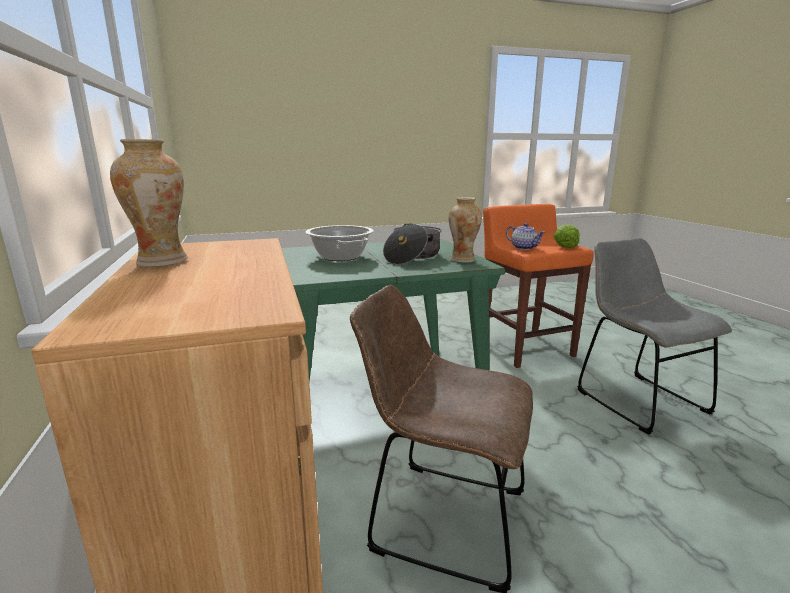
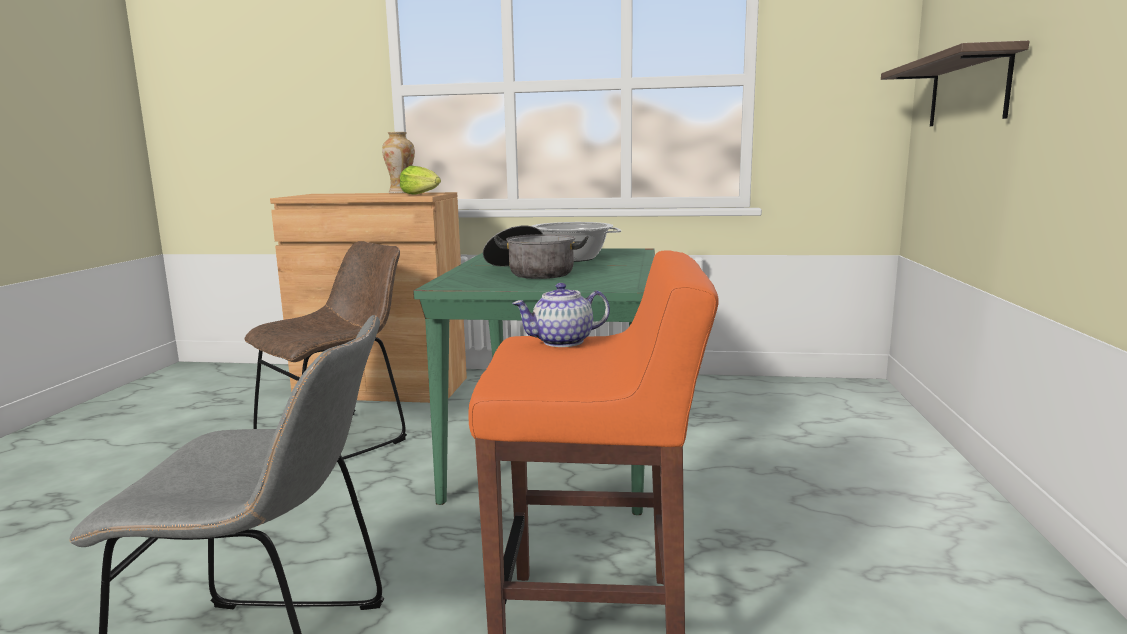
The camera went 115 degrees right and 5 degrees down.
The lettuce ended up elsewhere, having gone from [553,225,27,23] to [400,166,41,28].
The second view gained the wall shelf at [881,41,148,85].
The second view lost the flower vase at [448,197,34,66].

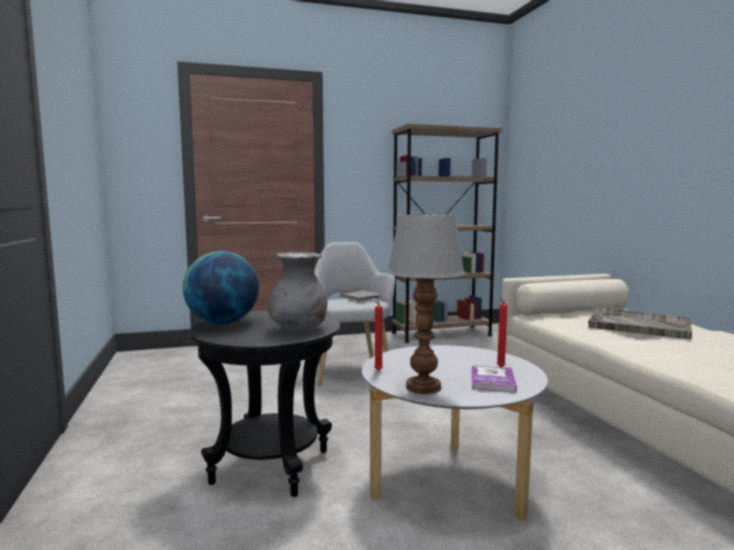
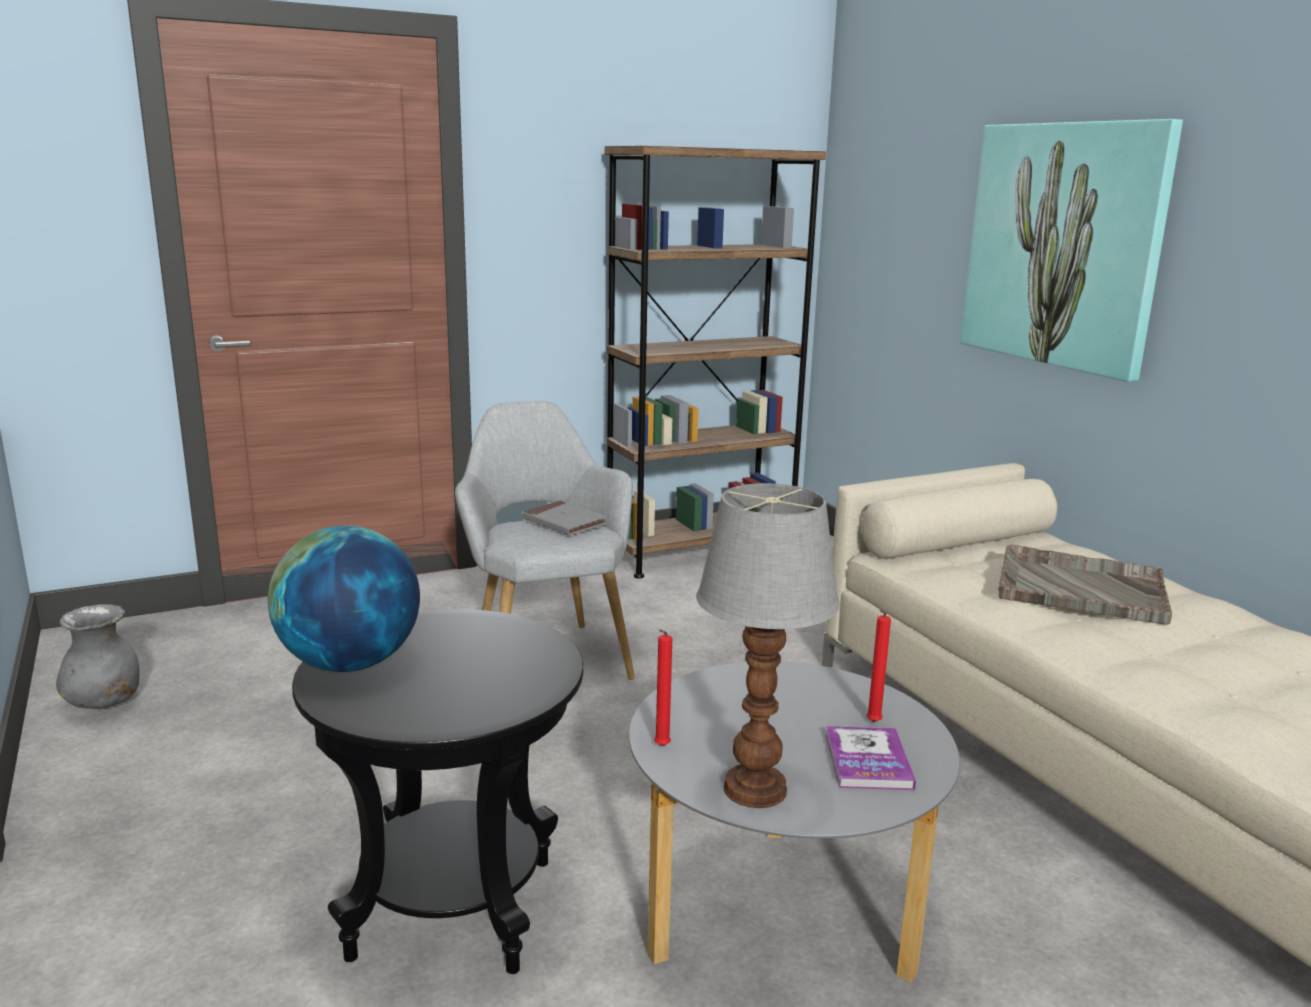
The camera went 10 degrees left and 10 degrees up.
The greyish flower vase ended up elsewhere, having gone from [268,252,59,78] to [56,604,84,105].
The second view gained the wall art at [960,119,223,263].

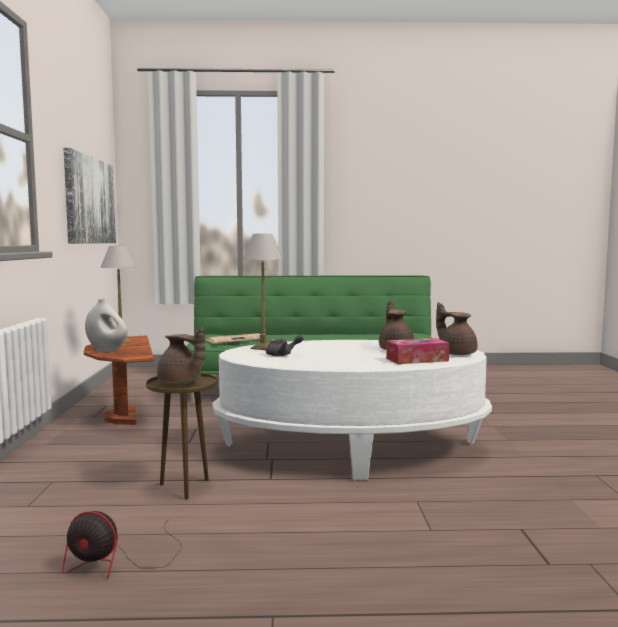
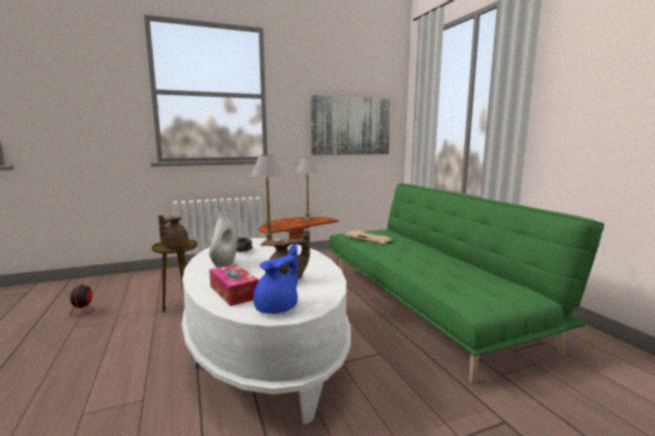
The camera went 70 degrees right and 5 degrees up.
The whitish flower vase ended up elsewhere, having gone from [85,299,43,53] to [209,212,28,56].
What was the brown pot for tea at [436,302,41,53] turned into the blue pot for tea at [253,244,45,70].

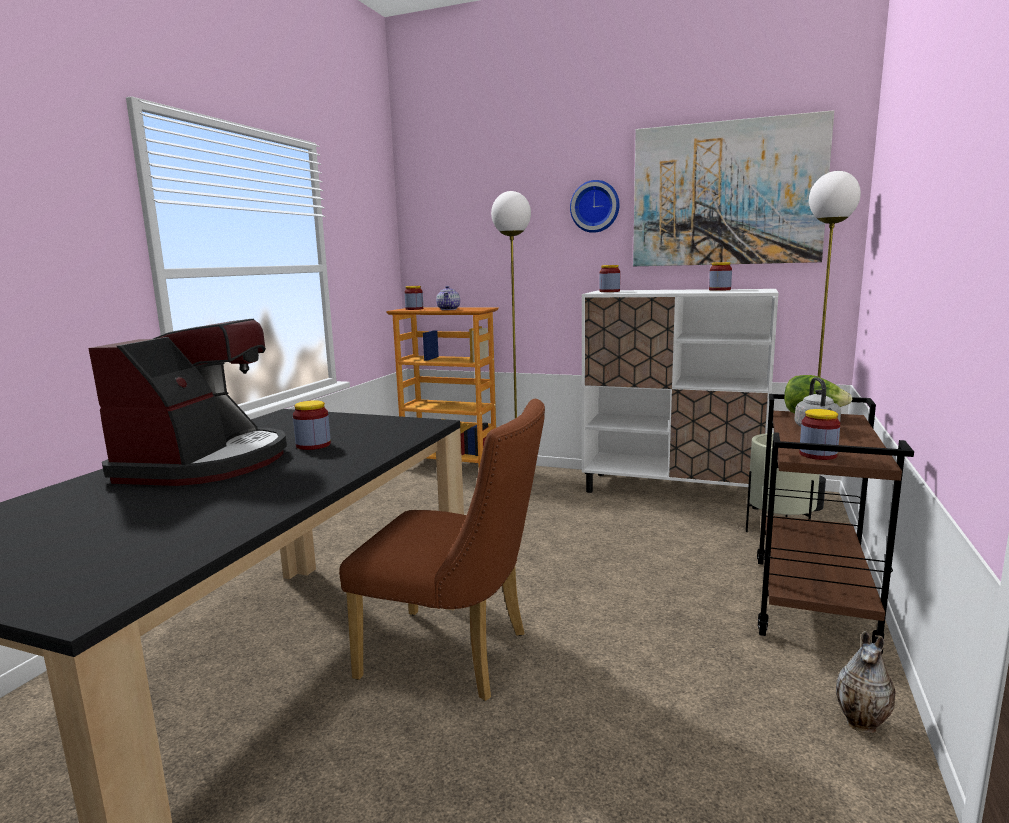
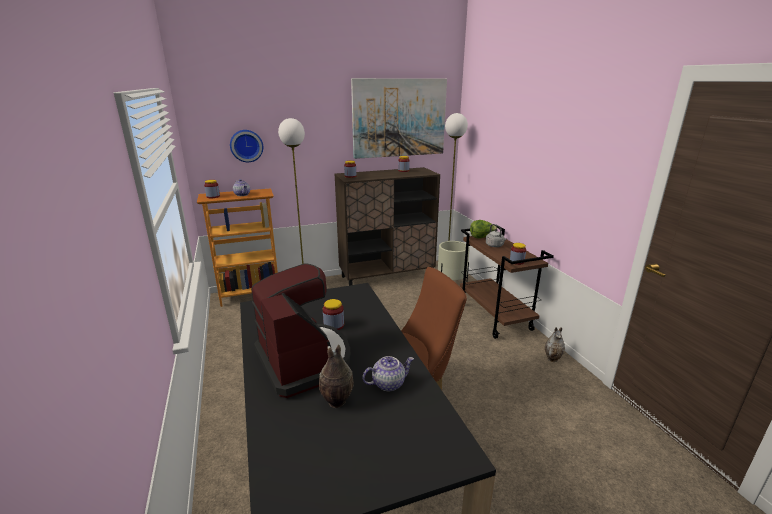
The camera went 40 degrees left and 10 degrees up.
The clock on the wall ended up elsewhere, having gone from [570,180,49,53] to [230,130,33,32].
The second view gained the flower vase at [319,344,35,64].
What was the whitish cabinet at [582,289,197,221] turned into the brown cabinet at [334,167,106,119].
The second view gained the pot for tea at [362,356,52,35].

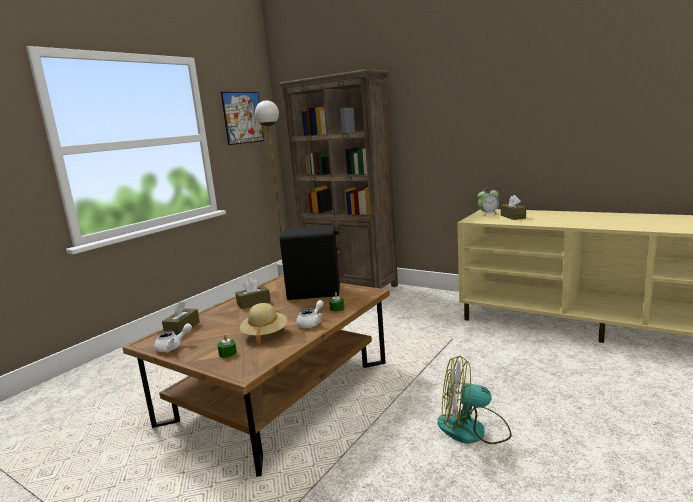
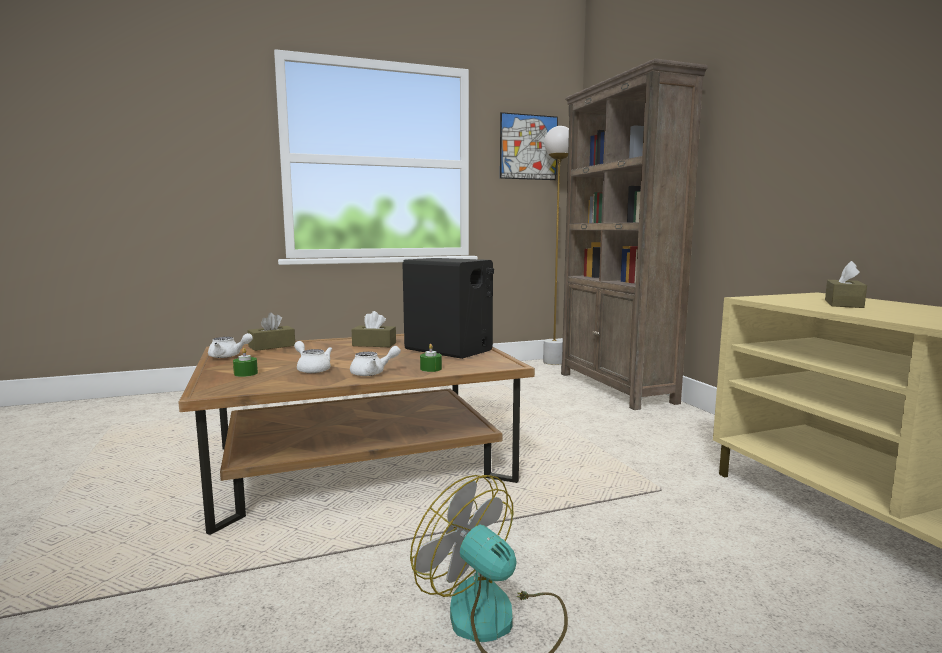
The camera went 35 degrees right and 5 degrees down.
Where the beige wearable hat stood at [240,303,47,42], the whitish pot for tea came to stand at [294,341,38,32].
The second view lost the bedside clock at [478,187,21,29].

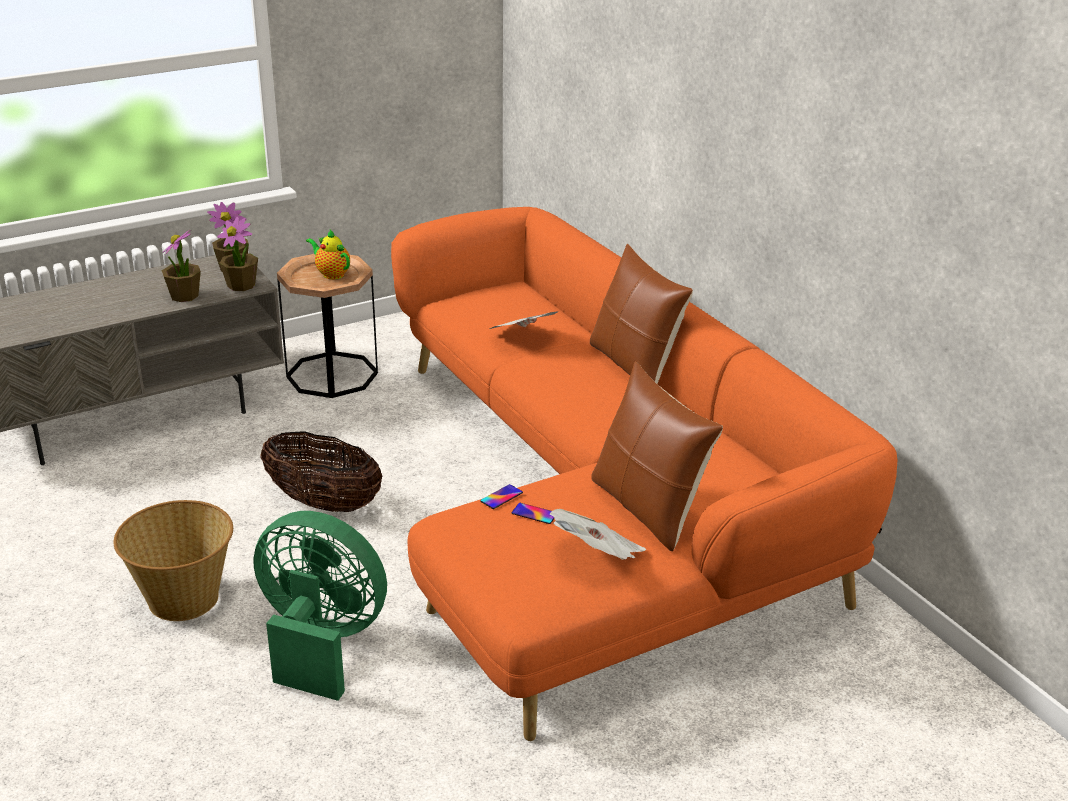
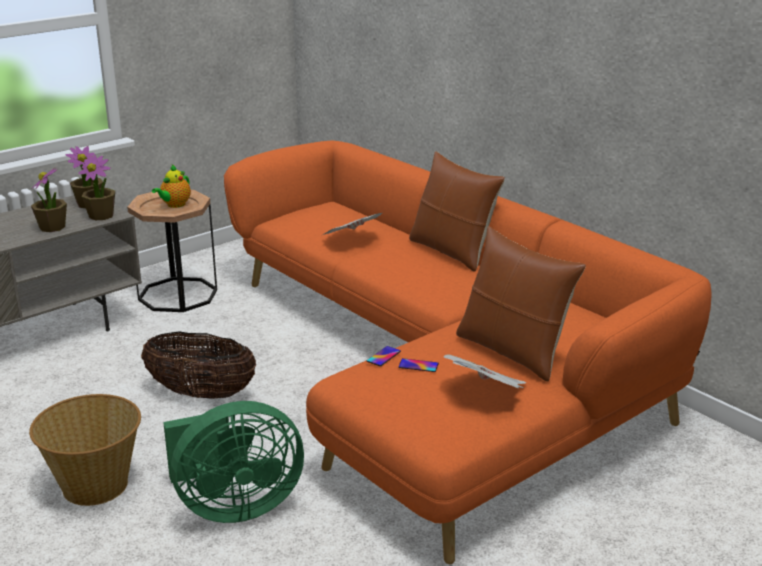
The camera went 10 degrees left and 5 degrees down.
The pot for tea at [306,230,44,50] ended up facing another way, 90 degrees counterclockwise from before.
The greenish electric fan at [253,511,134,190] ended up facing another way, 150 degrees clockwise from before.

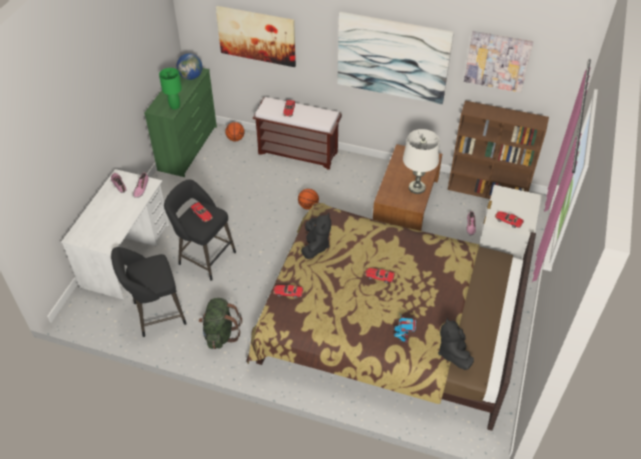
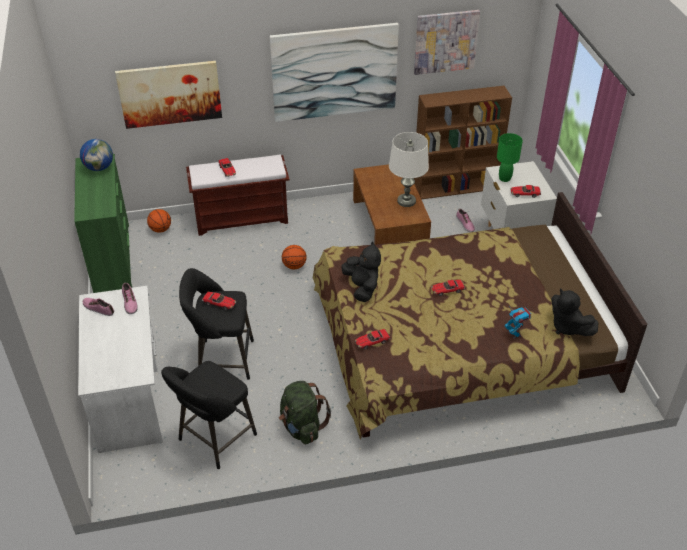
The camera went 30 degrees left and 5 degrees down.
The greenish tabletop lamp ended up elsewhere, having gone from [159,68,23,42] to [497,133,26,49].

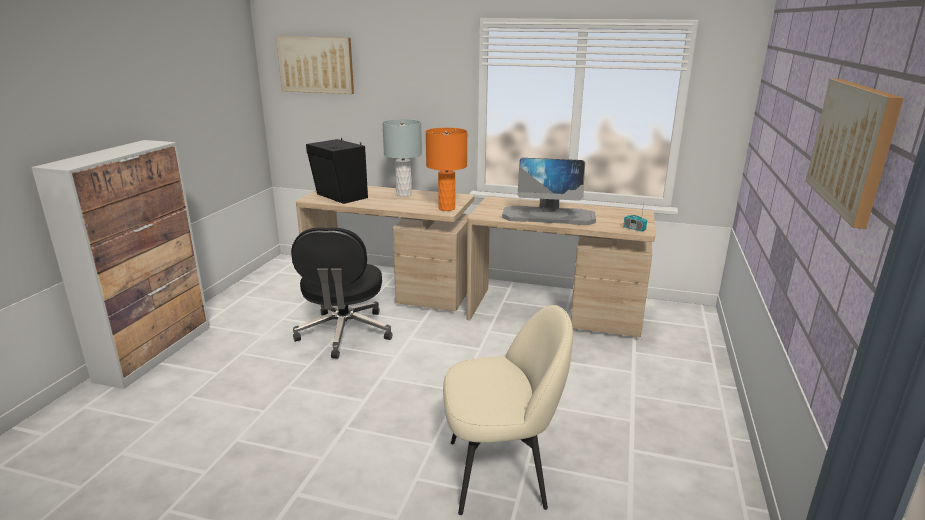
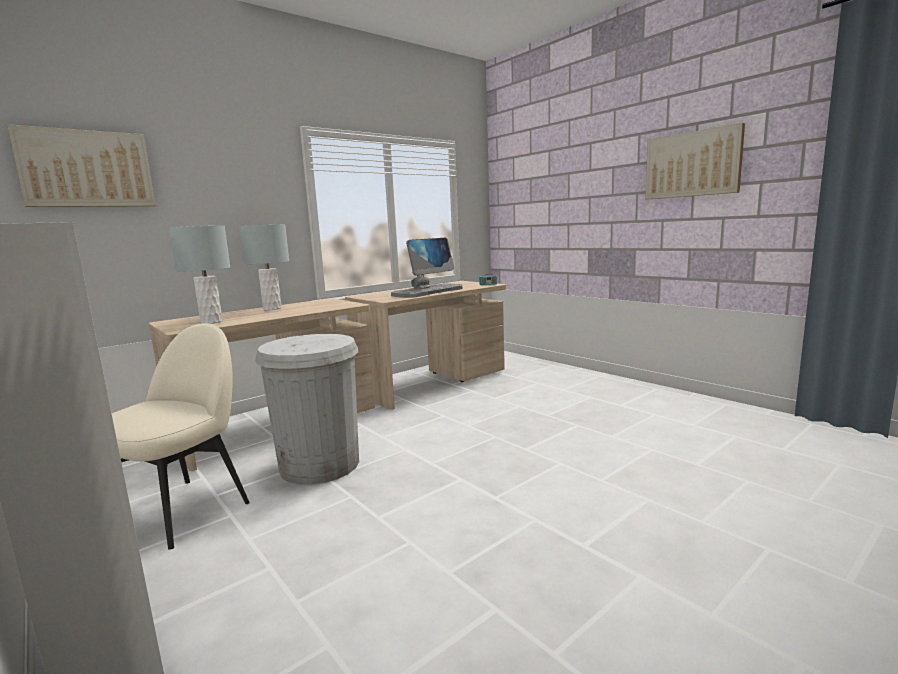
The camera went 55 degrees left and 10 degrees down.
The beige chair ended up elsewhere, having gone from [443,305,130,210] to [112,323,138,227].
Where the blackish audio speaker stood at [306,138,62,66], the greyish tabletop lamp came to stand at [169,226,61,98].
Where the blackish office chair stood at [291,227,101,132], the whitish waste bin came to stand at [255,334,104,151].
The second view lost the orange tabletop lamp at [426,128,41,83].

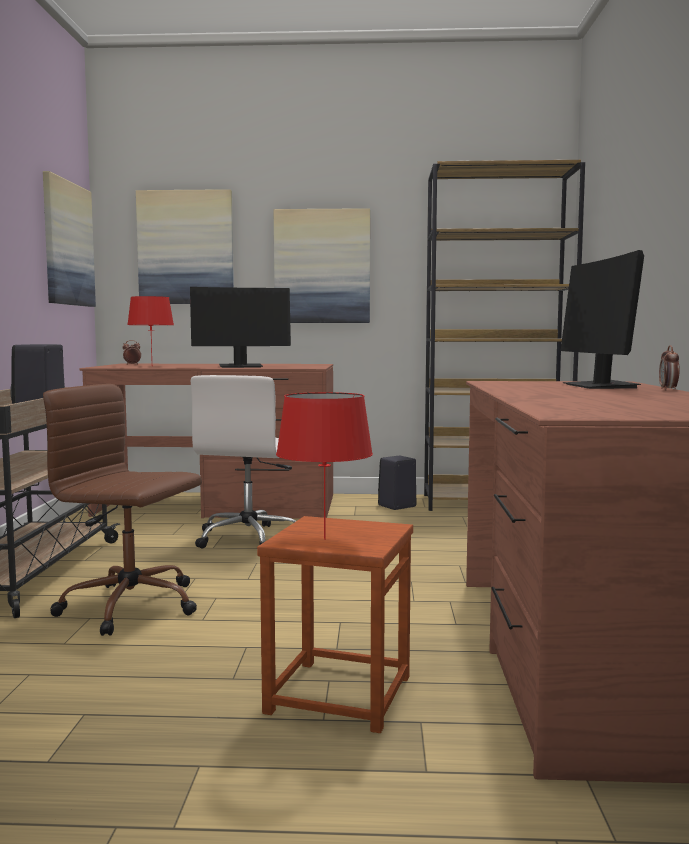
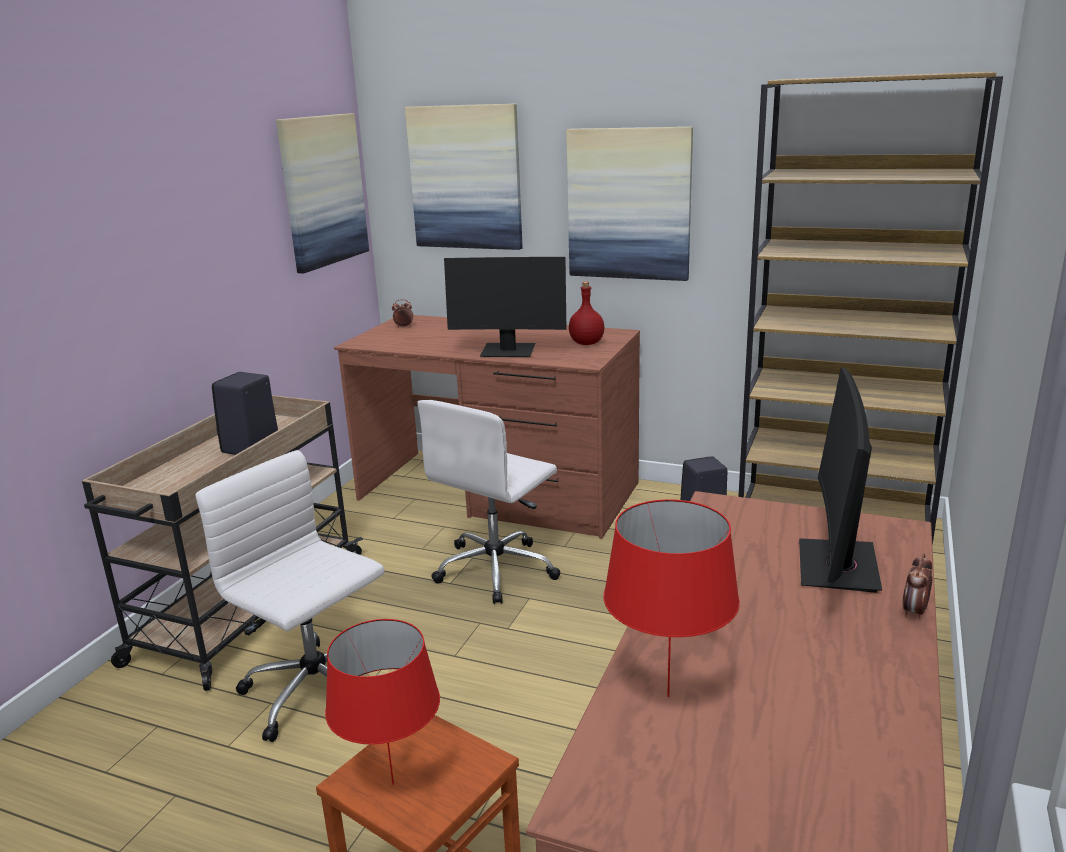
The camera went 20 degrees right and 15 degrees up.
What was the brown office chair at [43,384,159,252] turned into the whitish office chair at [196,450,189,292].
The second view gained the red-coloured drink bottle at [569,282,36,63].
The red-coloured tabletop lamp ended up elsewhere, having gone from [127,296,47,61] to [603,499,137,198].

